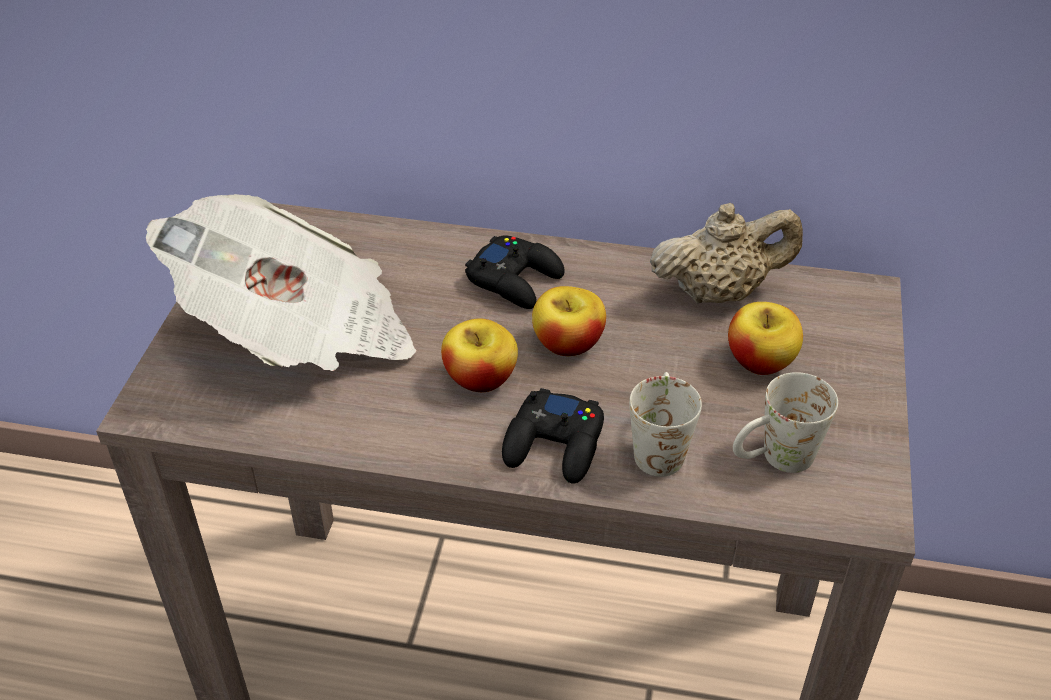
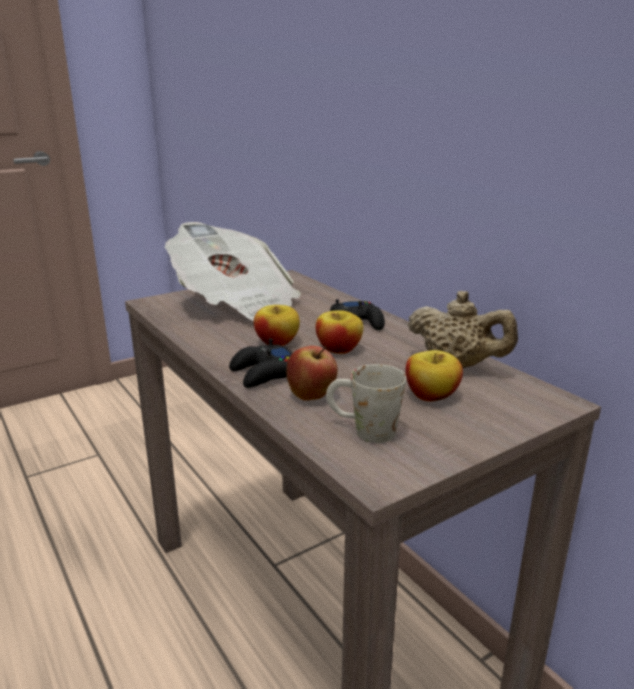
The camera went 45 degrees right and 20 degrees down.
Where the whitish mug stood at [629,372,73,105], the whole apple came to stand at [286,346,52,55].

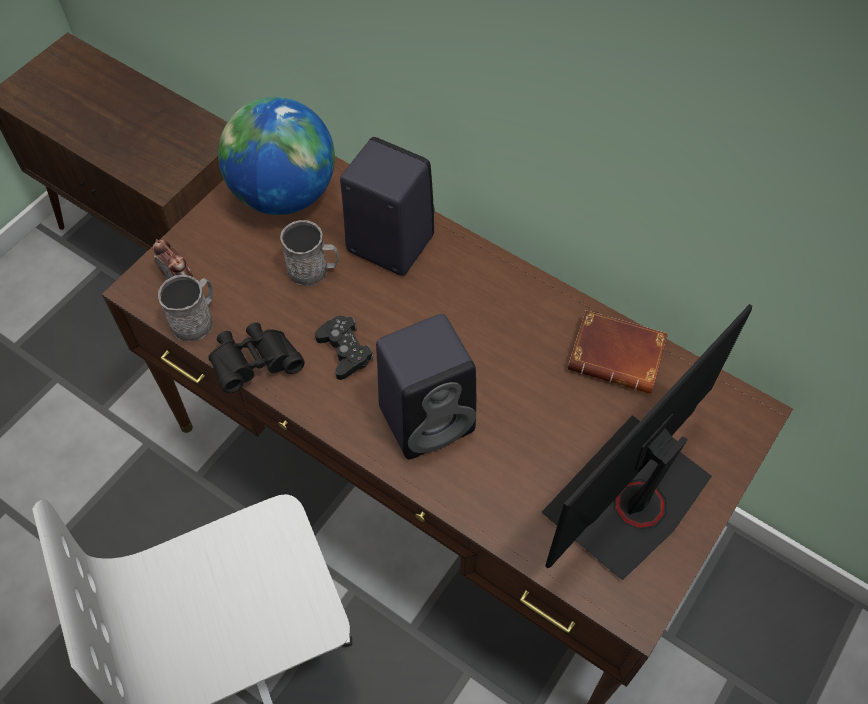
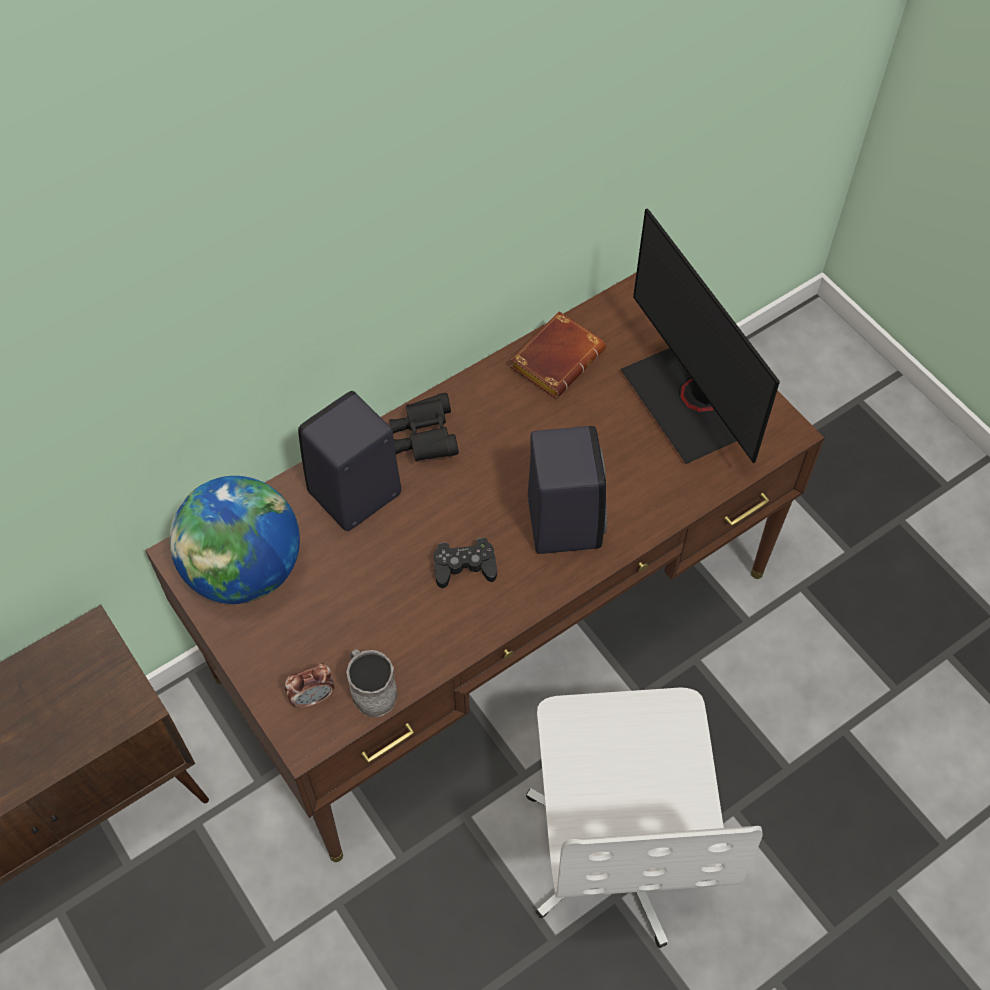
The camera went 70 degrees left and 0 degrees up.
The blackish pair of binoculars ended up elsewhere, having gone from [208,323,97,70] to [389,393,70,69].
The second view lost the greyish mug at [280,220,59,67].

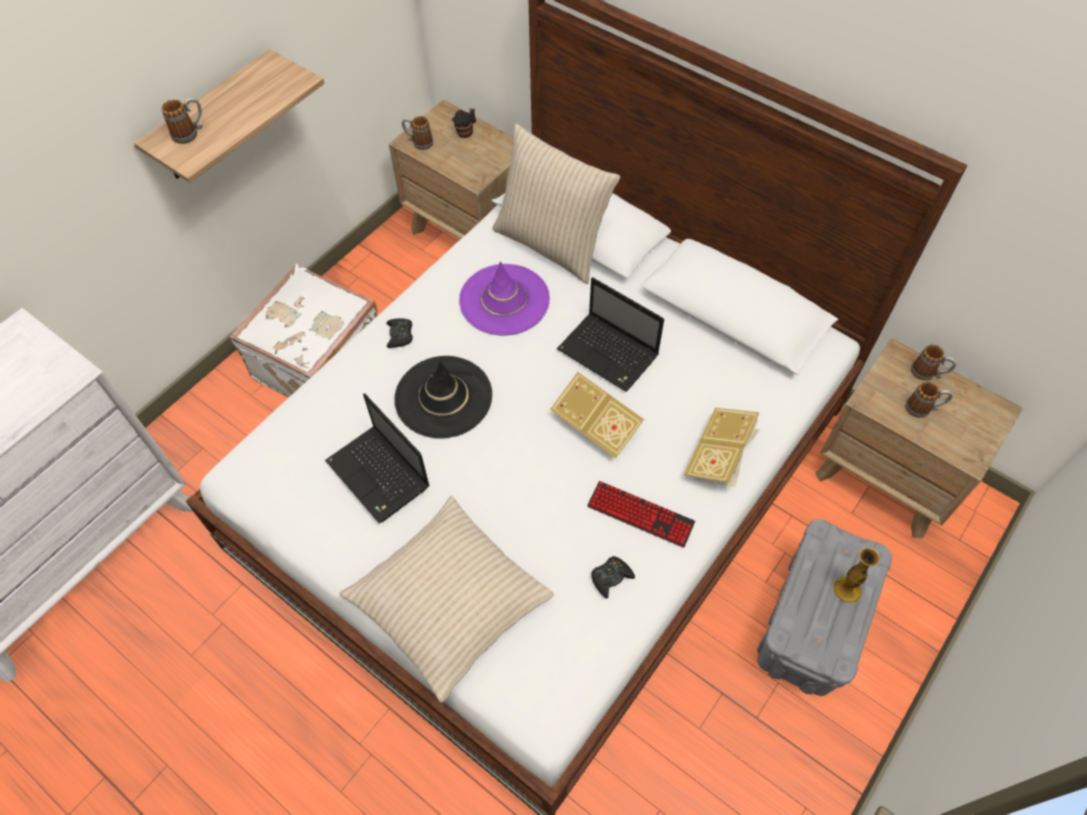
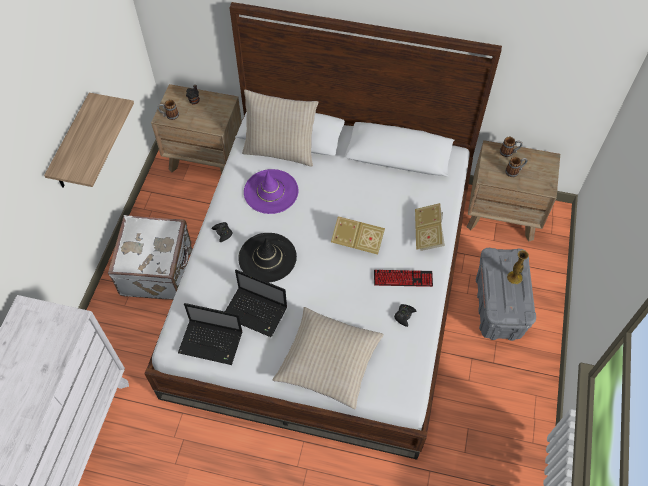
The camera went 25 degrees left and 0 degrees up.
The portable computer ended up elsewhere, having gone from [557,277,107,115] to [178,303,65,62].
The second view lost the mug at [162,98,41,46].

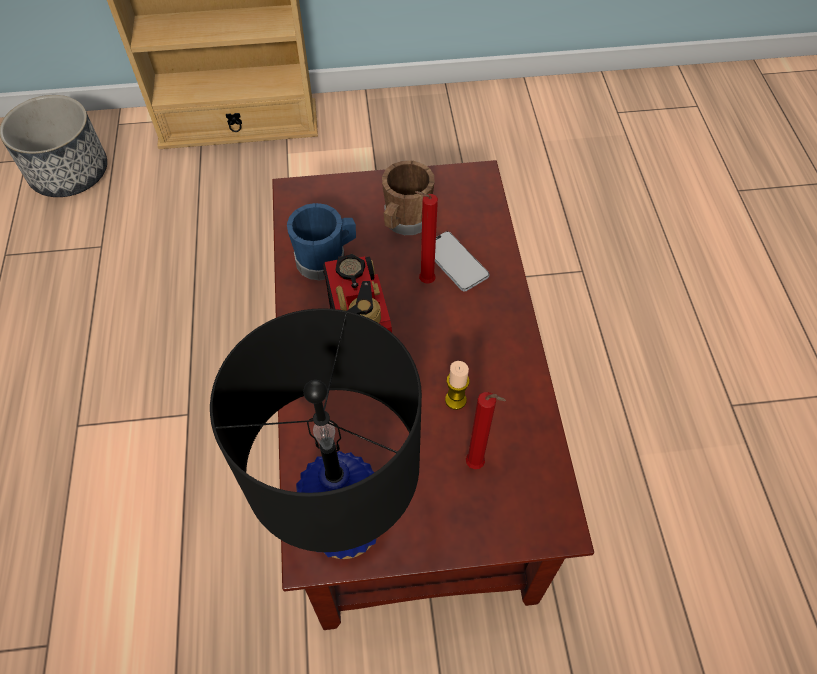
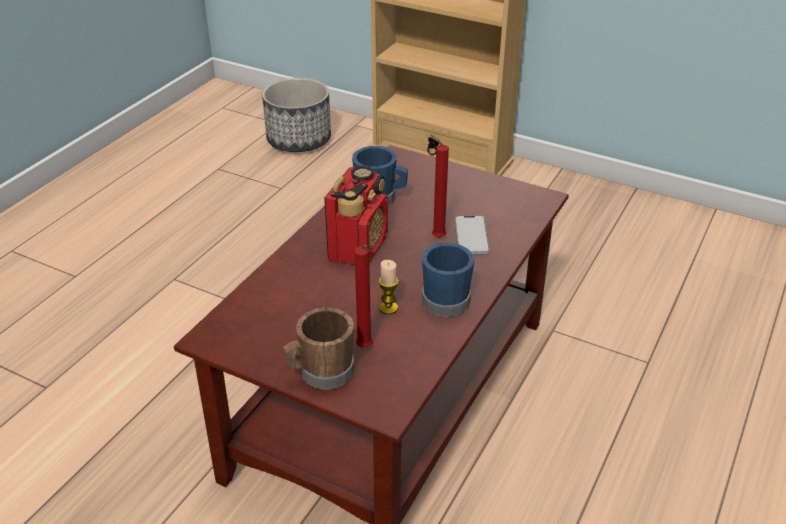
The camera went 35 degrees right and 20 degrees down.
The brown mug ended up elsewhere, having gone from [382,160,53,75] to [283,307,71,83].
The second view gained the blue mug at [422,243,52,74].
The second view lost the blackish tabletop lamp at [210,308,212,251].

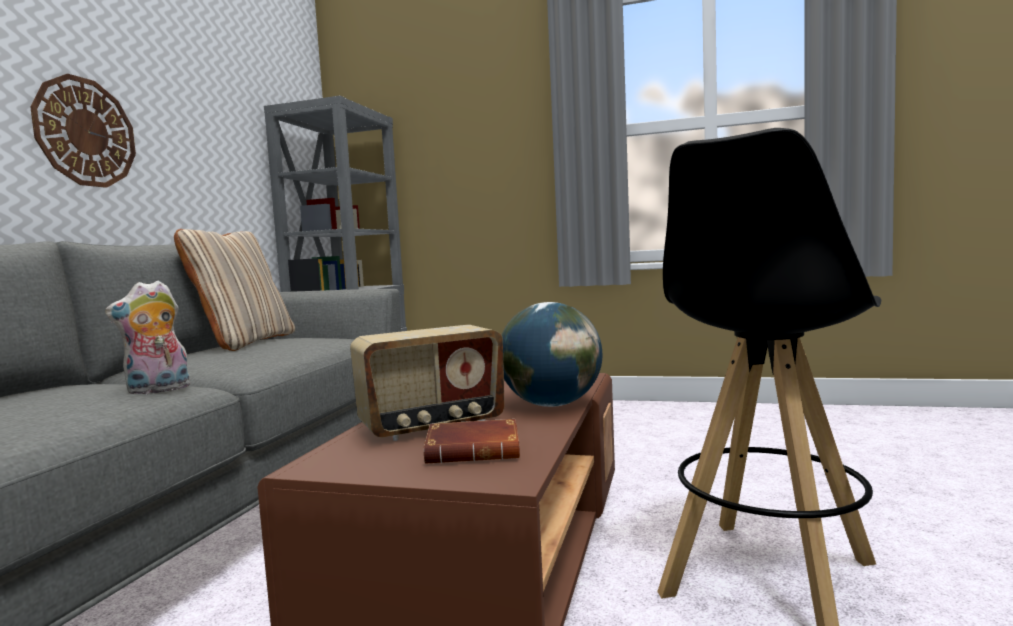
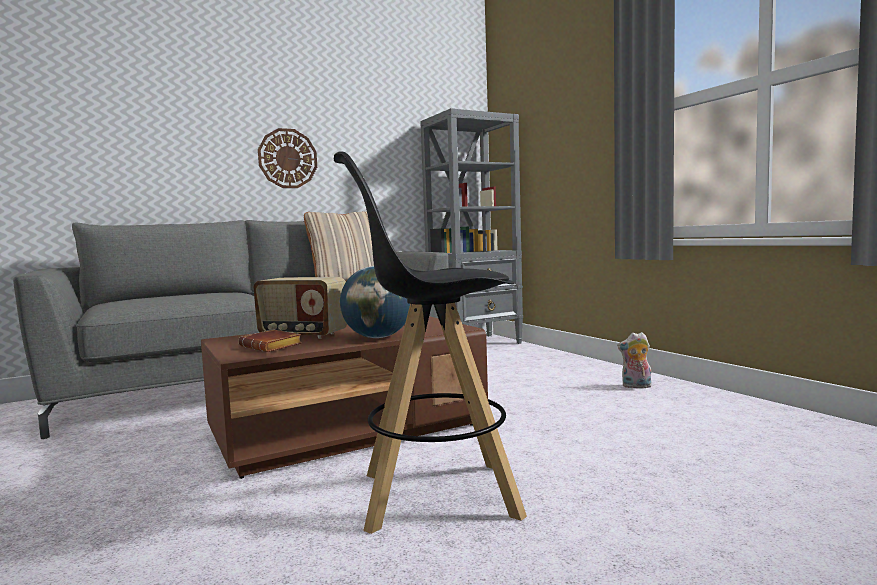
The camera went 45 degrees right and 0 degrees up.
The cuddly toy ended up elsewhere, having gone from [105,280,85,115] to [617,332,35,56].

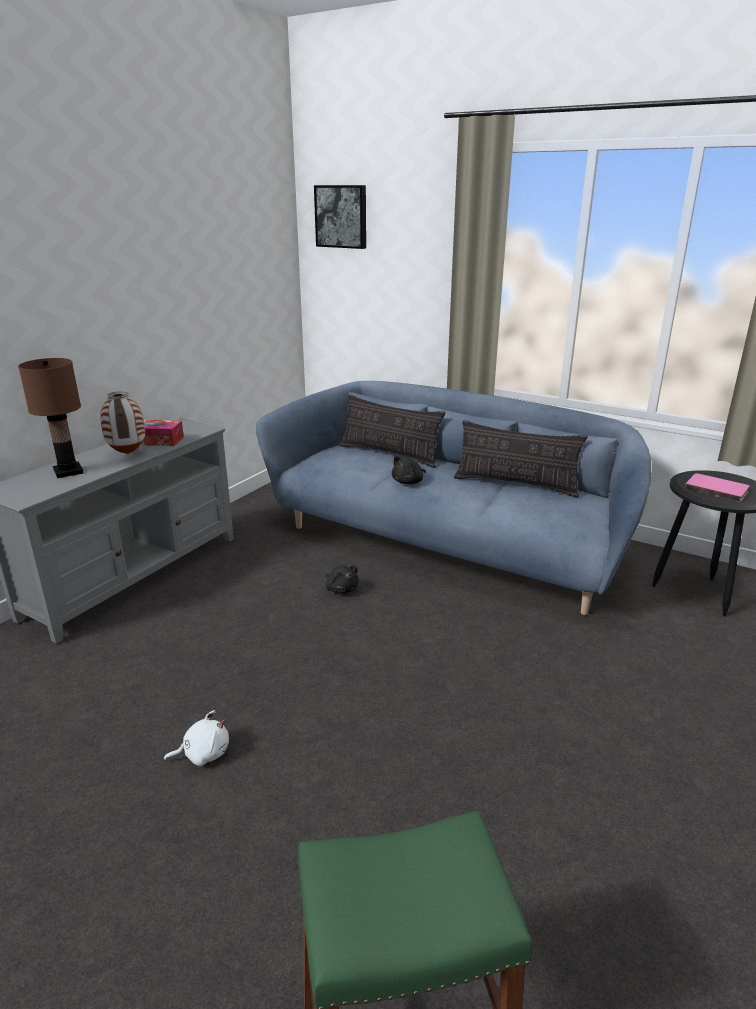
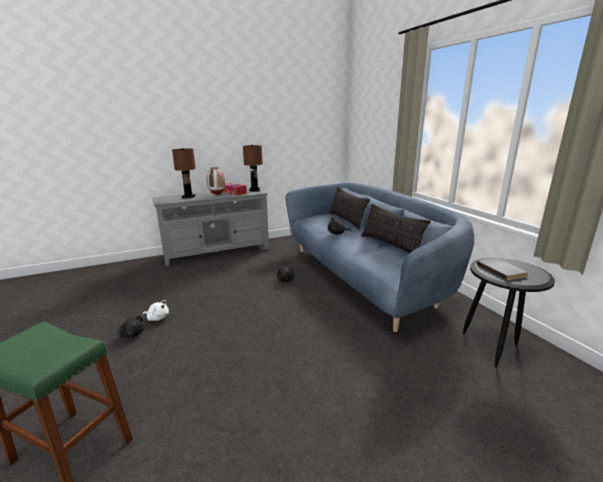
The camera went 35 degrees right and 5 degrees down.
The second view gained the blackish cuddly toy at [120,316,25,22].
The second view gained the brown tabletop lamp at [243,145,20,47].
What was the pinkish volume at [684,473,65,29] turned into the greyish volume at [476,258,52,23].
The second view lost the wall art at [314,185,52,64].

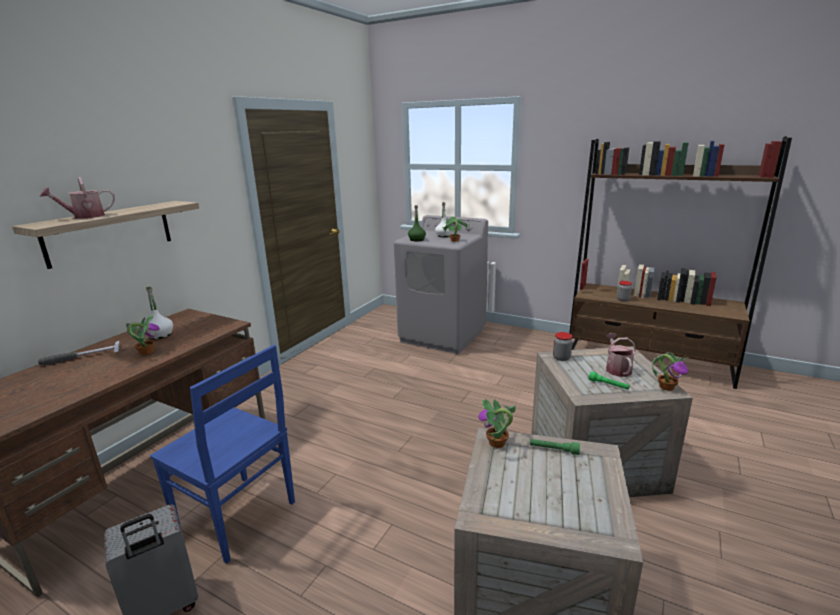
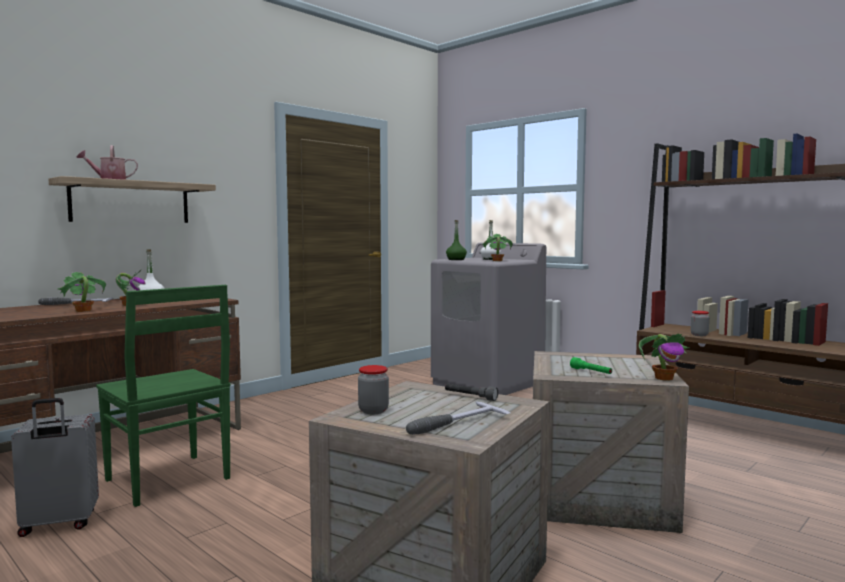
The camera went 15 degrees right and 15 degrees down.
The plant in a pot ended up elsewhere, having gone from [478,399,38,49] to [58,272,48,40].
What was the blue chair at [150,345,145,219] turned into the greenish chair at [96,285,135,222].
The storage jar ended up elsewhere, having gone from [553,332,20,29] to [358,365,31,49].
The second view gained the hand hammer at [406,401,104,34].
What was the greenish flashlight at [530,439,50,16] turned into the greyish flashlight at [445,384,53,17].
The second view lost the watering pot at [606,333,30,44].

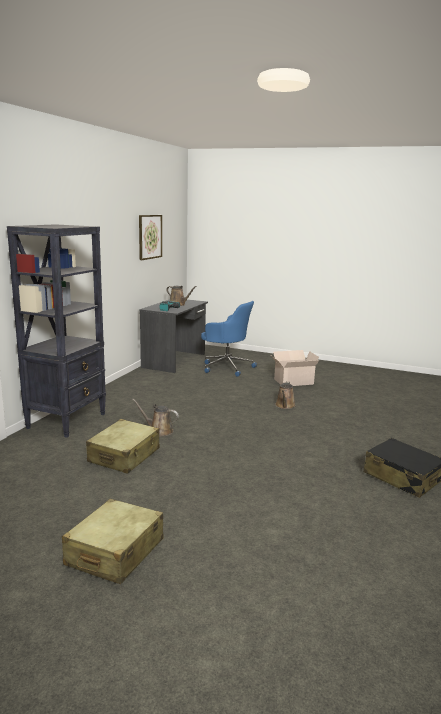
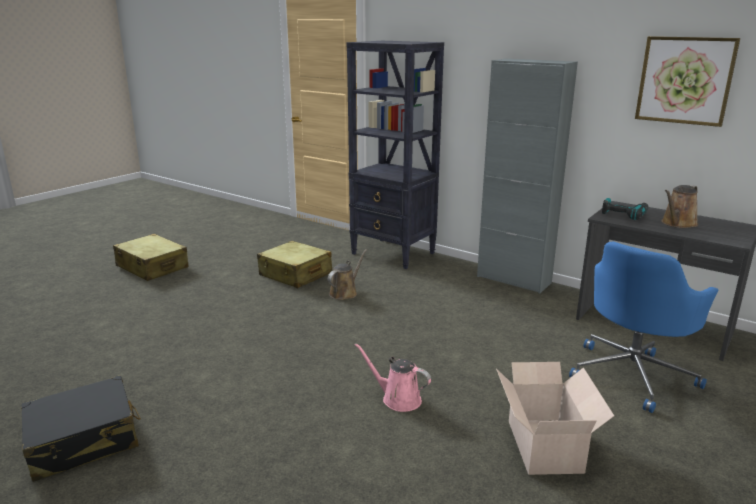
The camera went 105 degrees right and 5 degrees up.
What was the brown watering pot at [275,382,21,27] turned into the pinkish watering pot at [354,343,77,69].
The second view gained the greyish cabinet at [477,59,101,235].

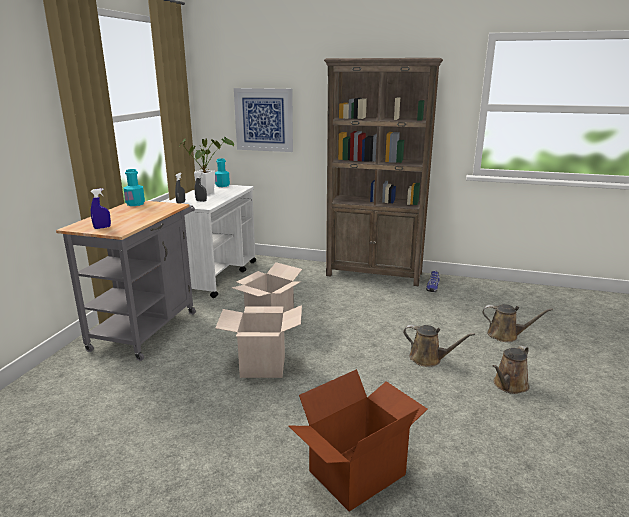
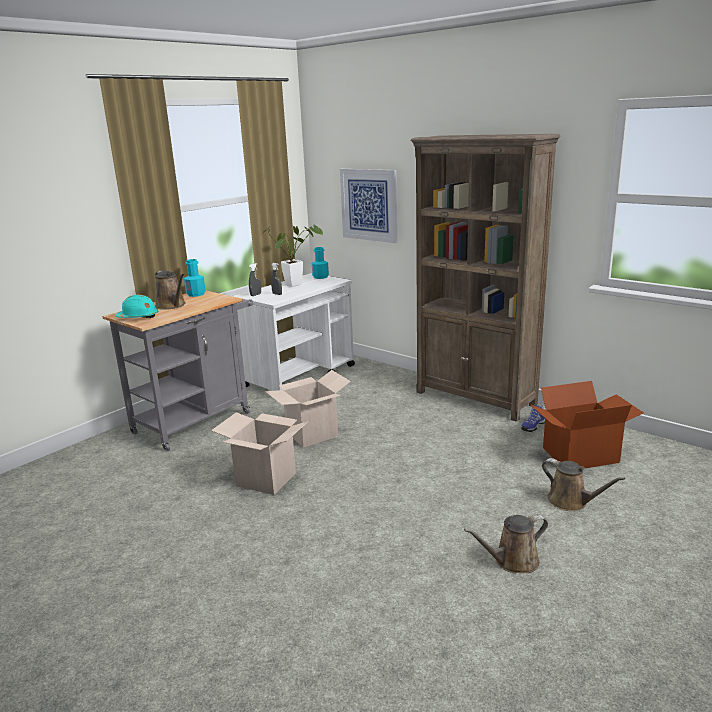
The camera went 25 degrees right and 0 degrees up.
Where the blue spray bottle stood at [91,188,20,41], the turquoise safety helmet came to stand at [115,295,43,23].
The brown watering pot ended up elsewhere, having gone from [403,325,72,42] to [155,271,31,39].
The carton ended up elsewhere, having gone from [288,369,140,143] to [529,381,115,87].

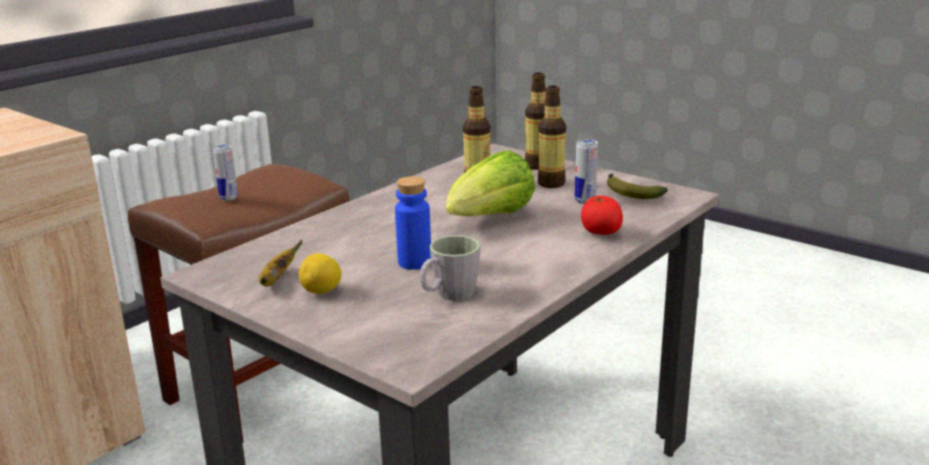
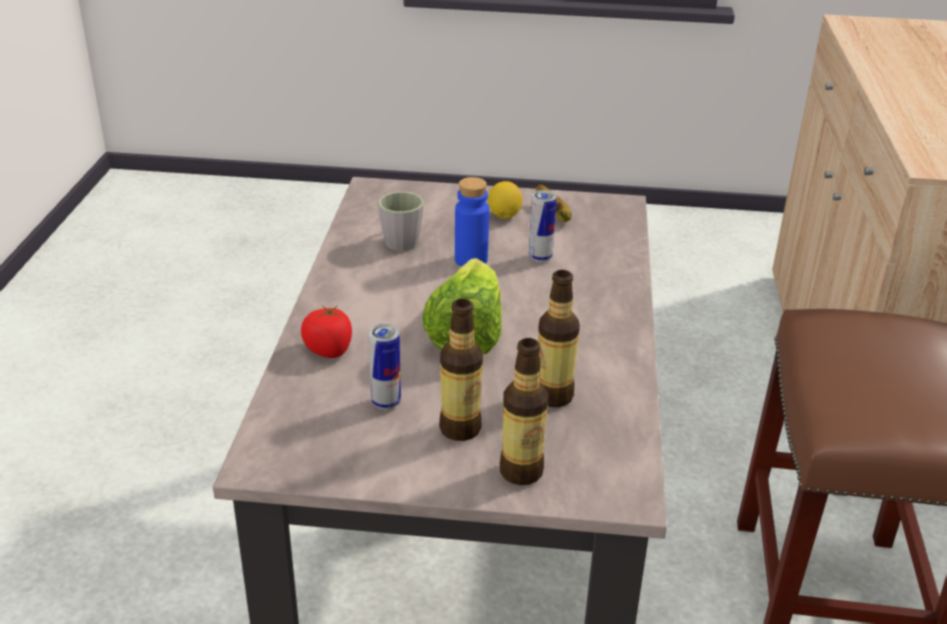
The camera went 145 degrees right and 10 degrees up.
The can ended up elsewhere, having gone from [212,145,26,56] to [529,190,28,73].
The second view lost the banana at [607,173,61,26].

